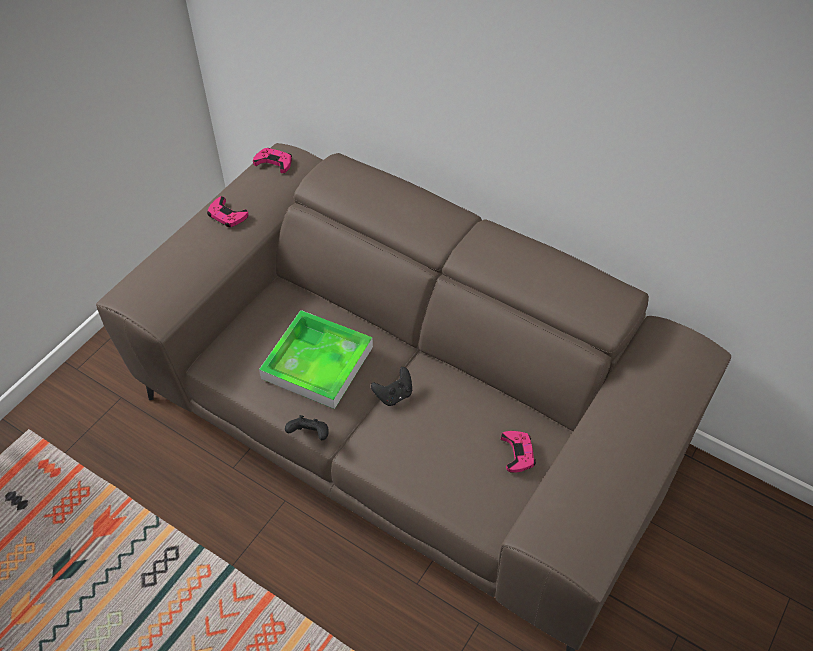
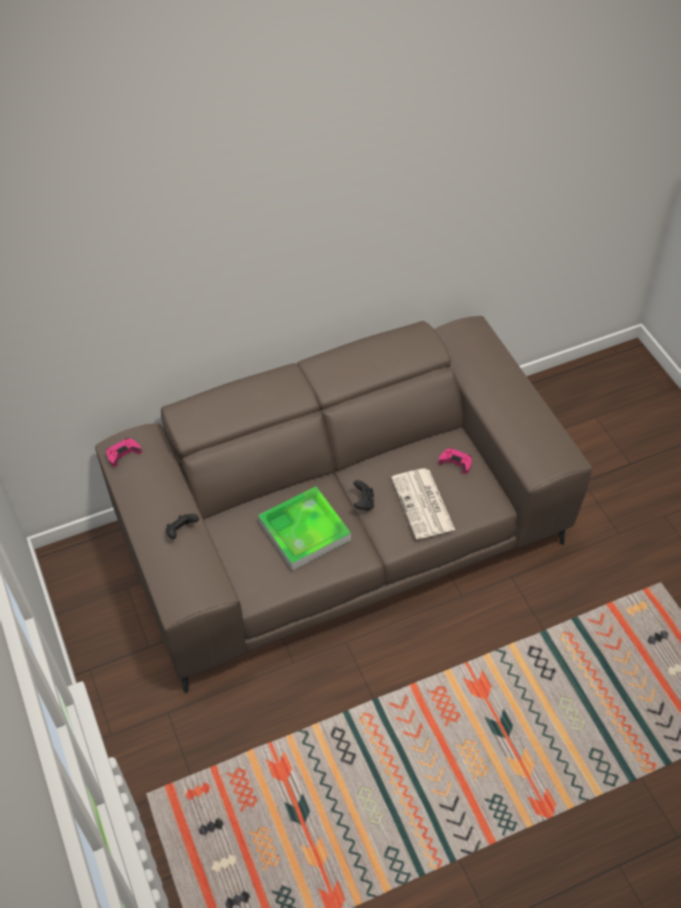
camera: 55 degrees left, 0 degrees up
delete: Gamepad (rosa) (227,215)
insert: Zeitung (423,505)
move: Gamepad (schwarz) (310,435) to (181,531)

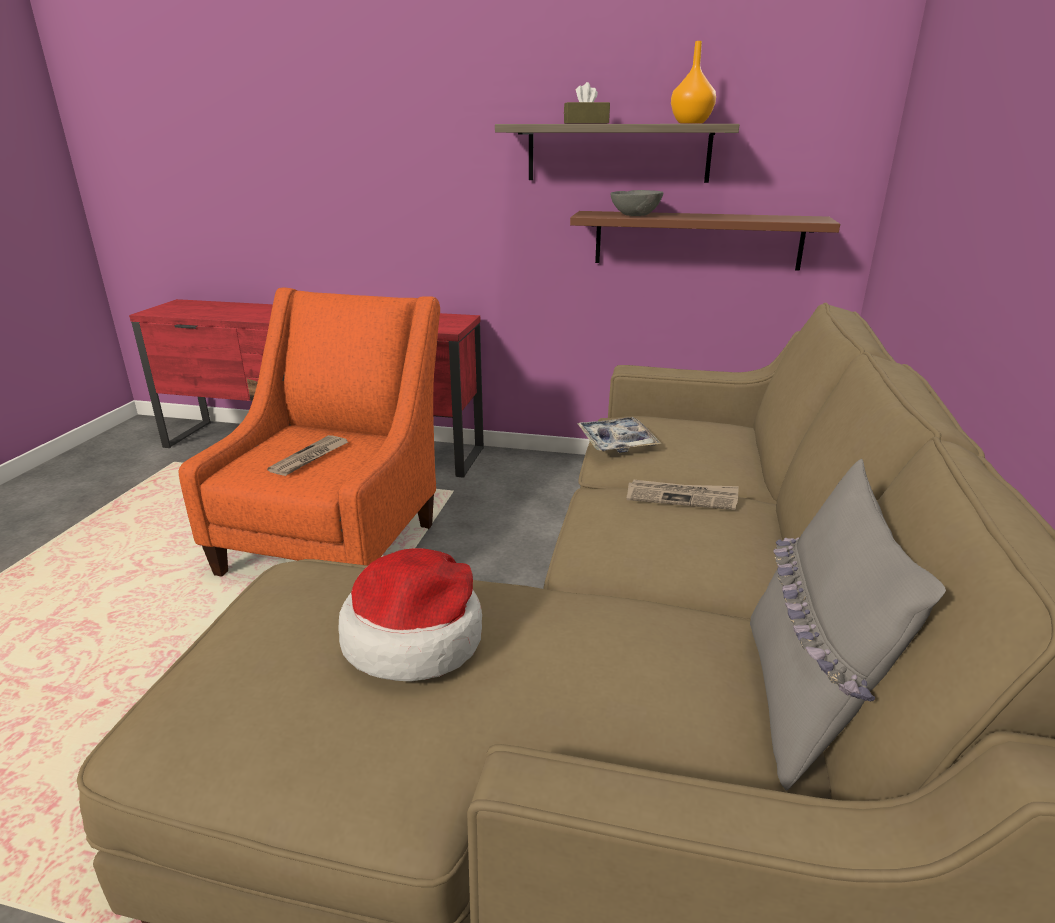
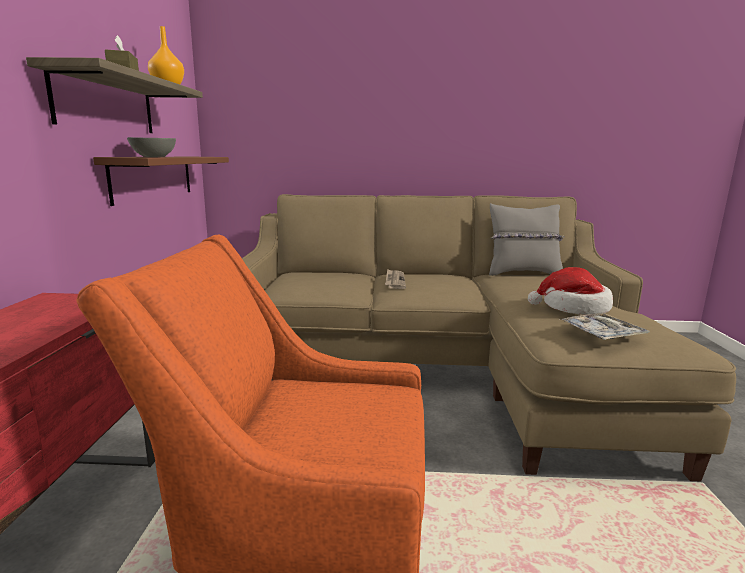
camera: 100 degrees left, 10 degrees down
delete: Zeitung (310,458)
move: Tablett (617,442) to (602,333)

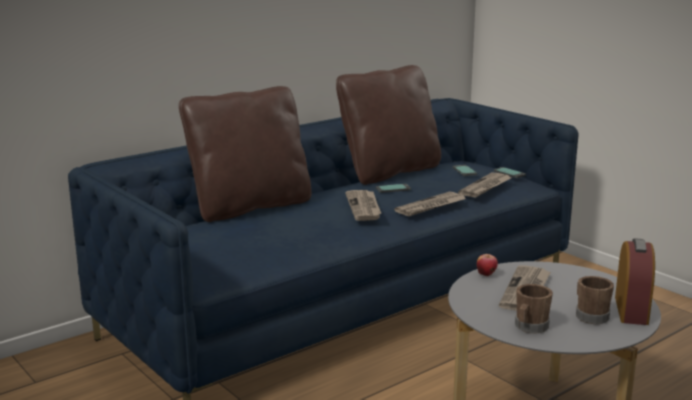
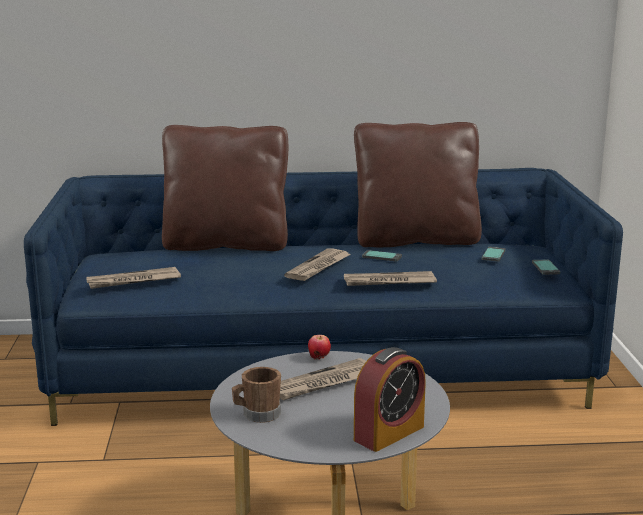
camera: 35 degrees right, 0 degrees up
delete: Henkelbecher (braun) (589,315)
move: Zeitung (485,187) to (133,281)

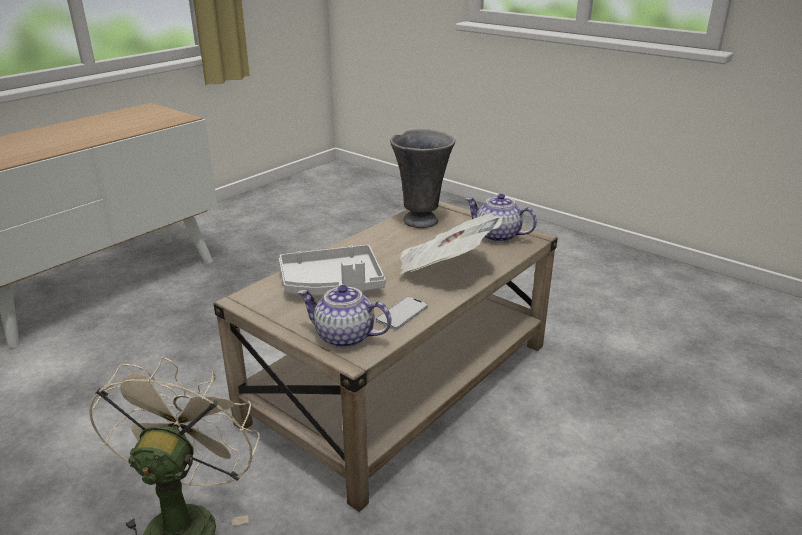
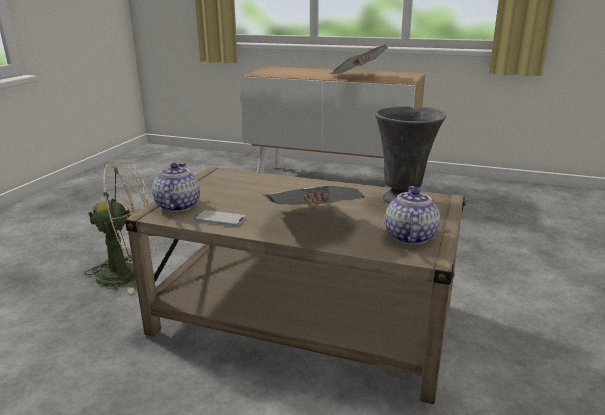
camera: 70 degrees right, 5 degrees down
delete: Tablett (grau) (332,284)
insert: Zeitung (357,76)

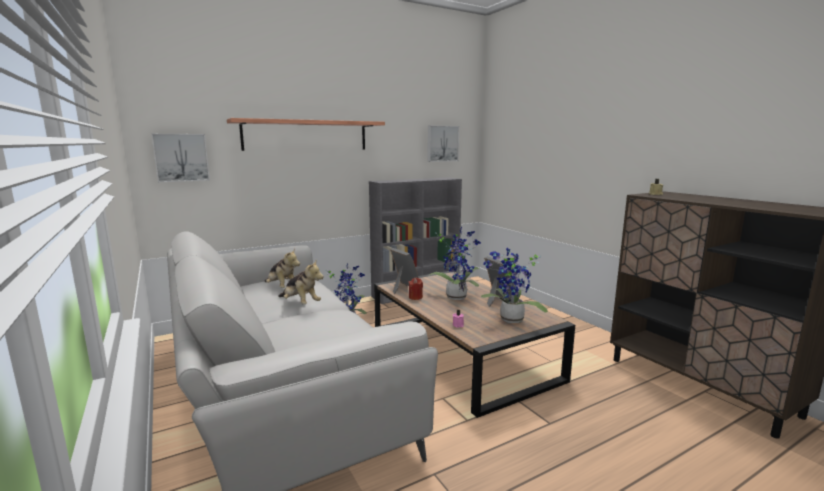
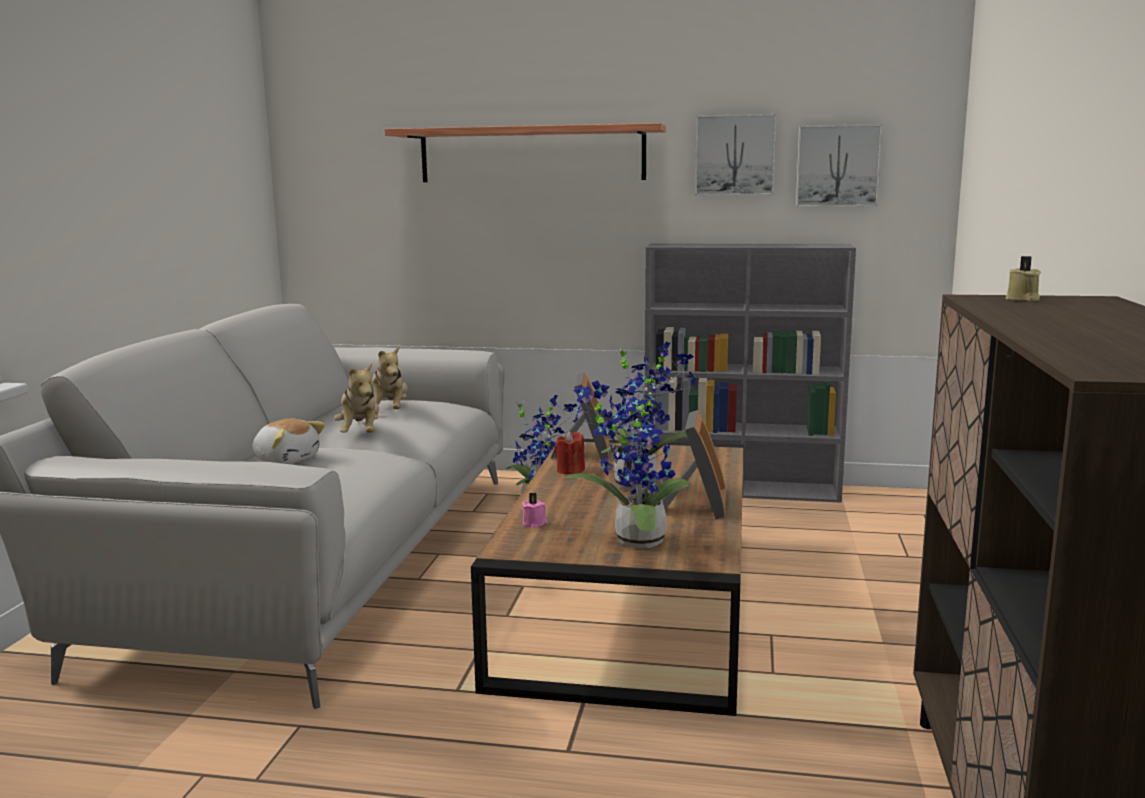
camera: 40 degrees right, 0 degrees up
insert: Plüschtier (287,460)
move: Bild (181,157) to (735,155)

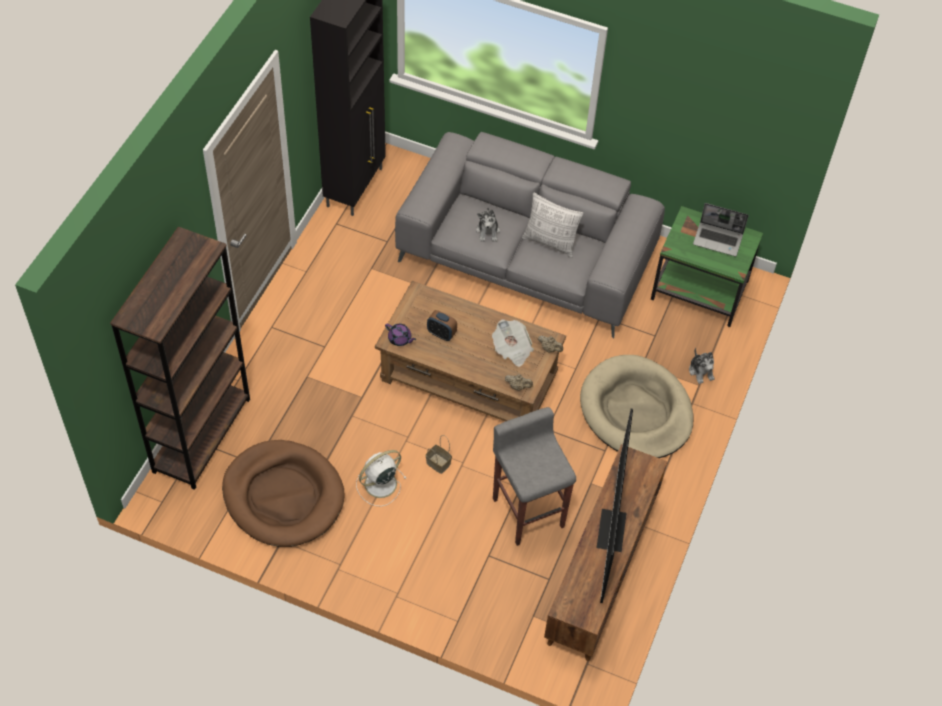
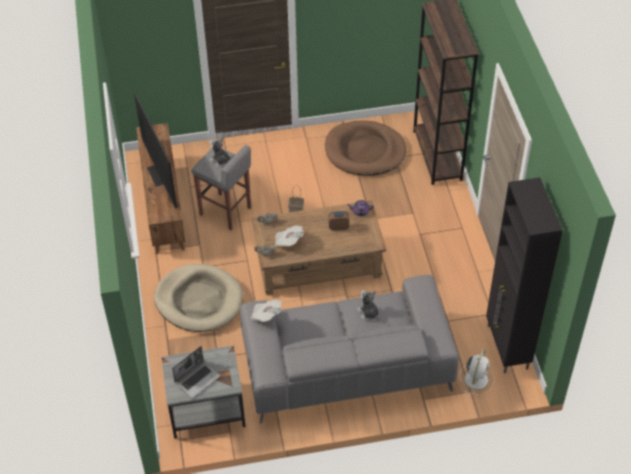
camera: 150 degrees right, 5 degrees down
delete: Kissen (550,242)
insert: Zeitung (266,315)
move: Ventilator (weiß) (379,484) to (476,378); Plüschtier (701,371) to (220,161)
recolor: Beistelltisch (grün) (700,290) to Beistelltisch (grau) (206,410)
rotate: Laptop (718,240) = (197,379) 150 degrees clockwise

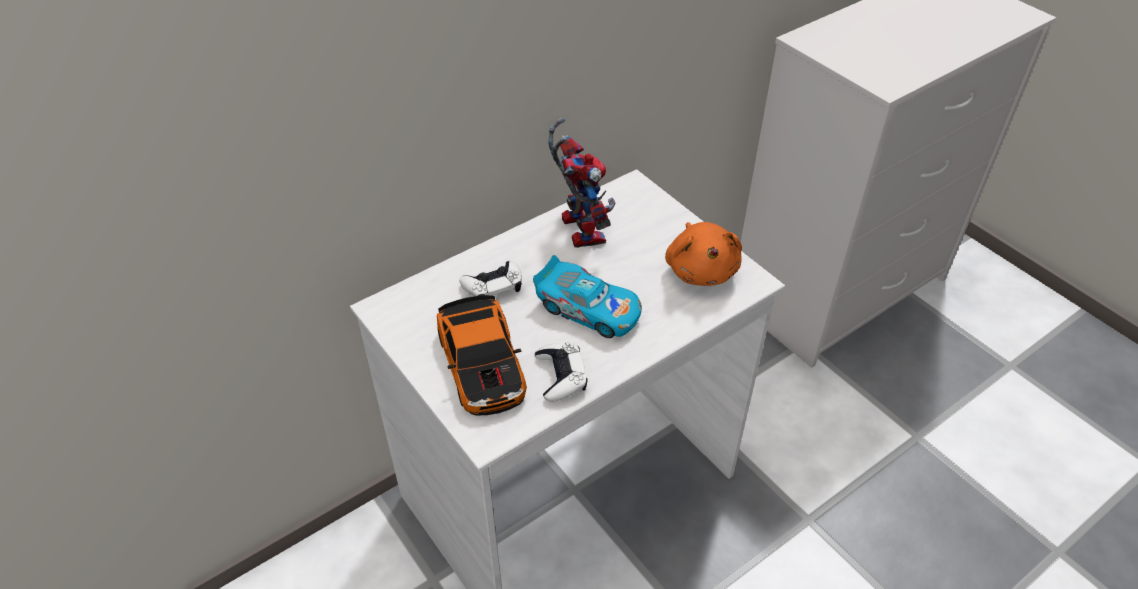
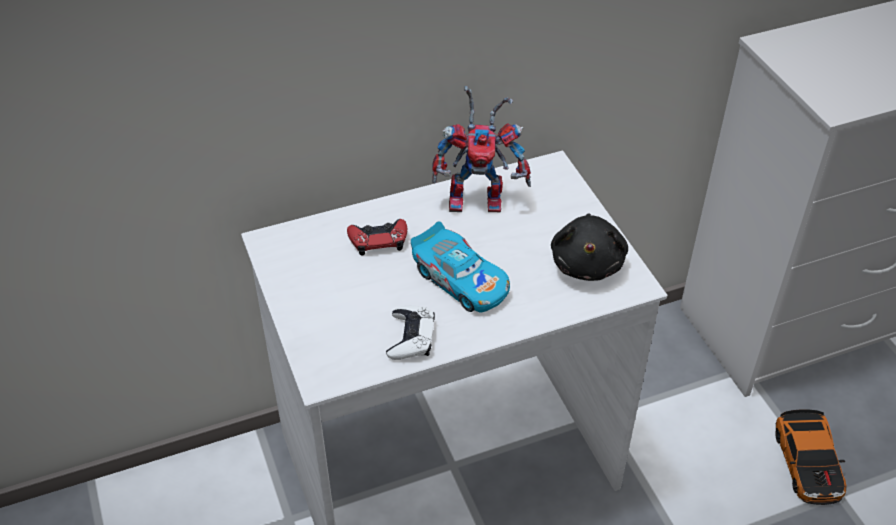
camera: 15 degrees right, 0 degrees up
move: Spielzeugauto (483,363) to (809,462)
recolor: Gamepad (weiß) (493,285) to Gamepad (rot) (378,240); Plüschtier (orange) (701,269) to Plüschtier (schwarz) (587,263)
rotate: Spielzeugroboter (577,227) = (480,198) 90 degrees clockwise

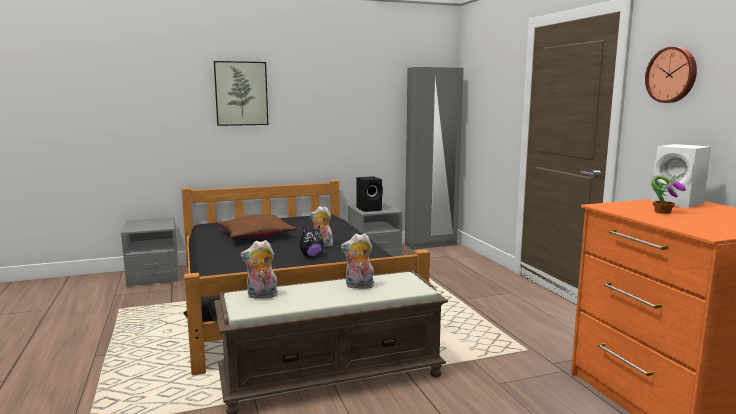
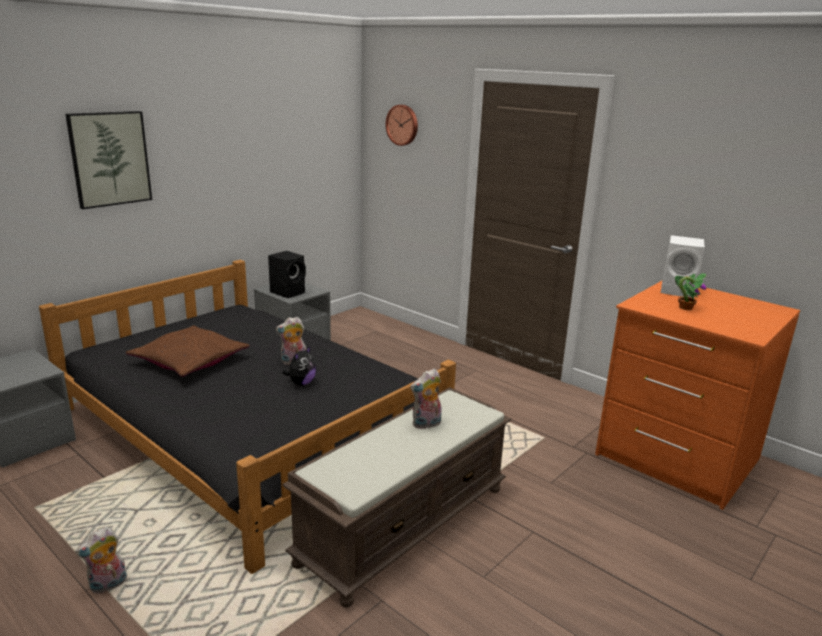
camera: 30 degrees left, 10 degrees up
delete: Kleiderschrank (grau) (431,245)
move: Plüschtier (261,296) to (108,586); Wanduhr (672,75) to (403,125)

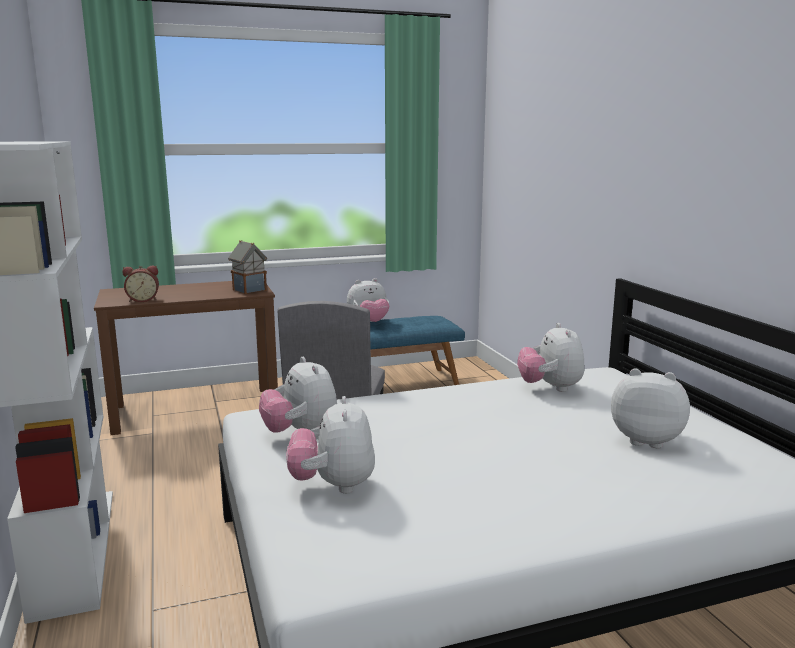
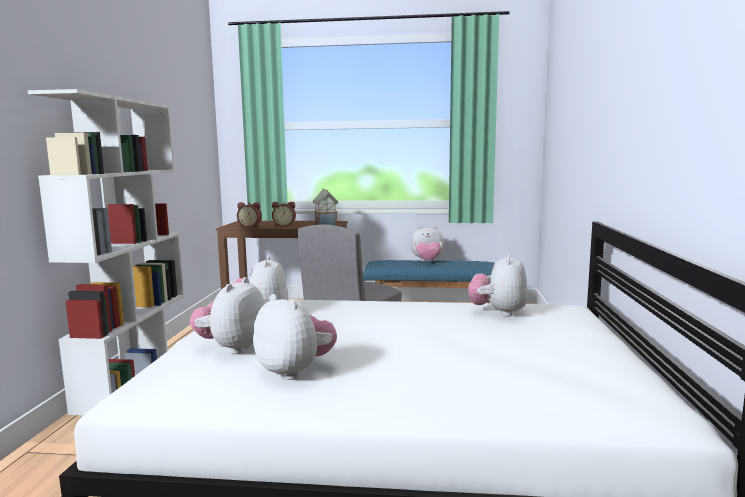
camera: 25 degrees right, 5 degrees down
insert: Wecker (284,226)
move: Plüschtier (646,440) to (295,371)

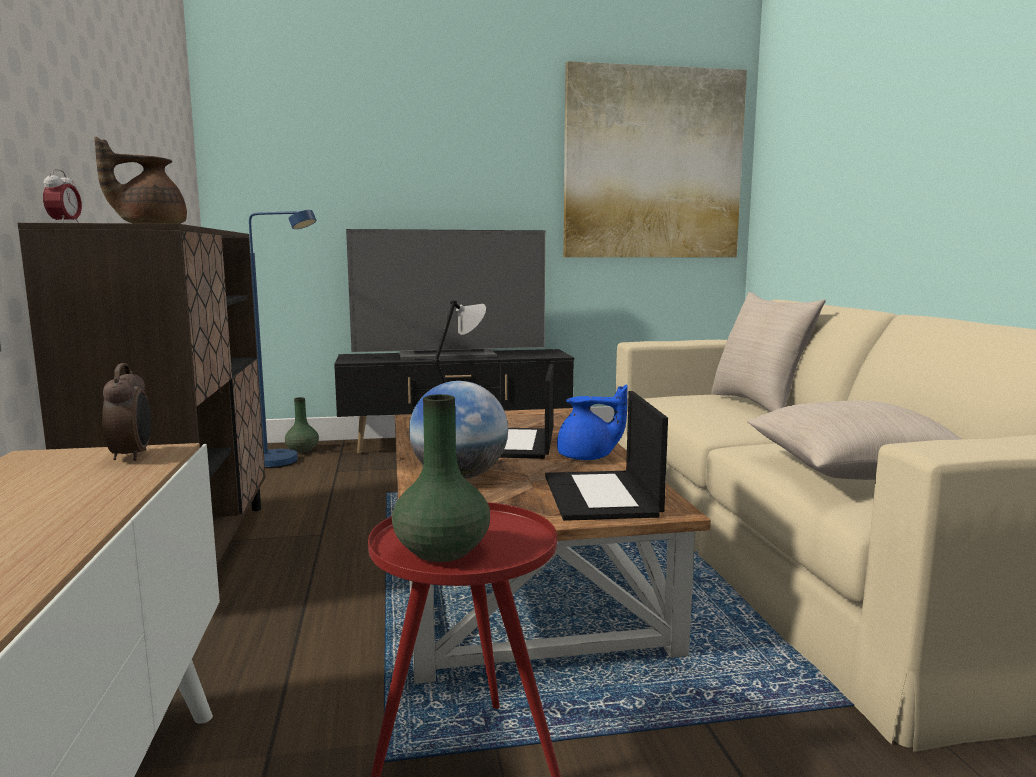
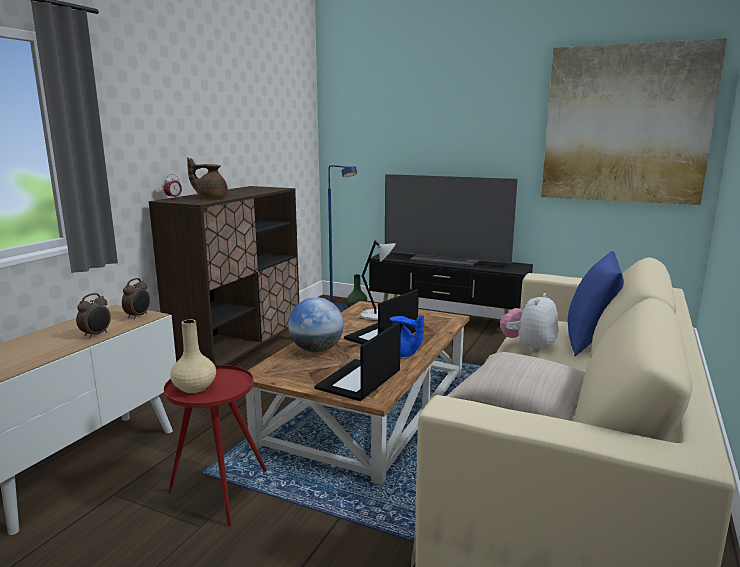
camera: 35 degrees right, 5 degrees up
insert: Wecker (96,335); Plüschtier (528,347)
recolor: Vase (grün) (440,551) to Vase (beige) (194,388); Kissen (beige) (759,404) to Kissen (blau) (589,341)

